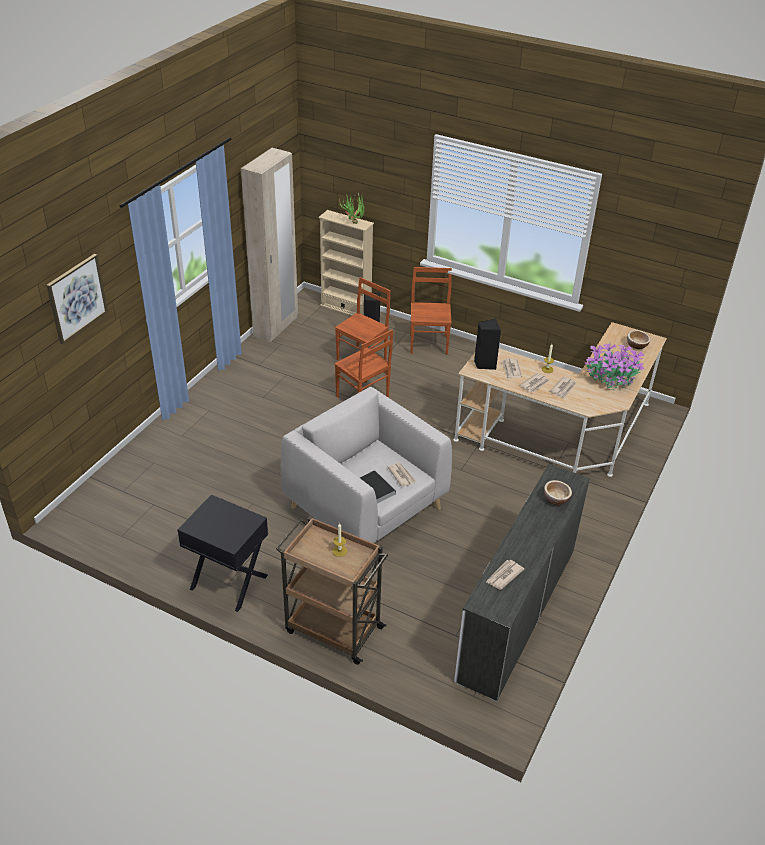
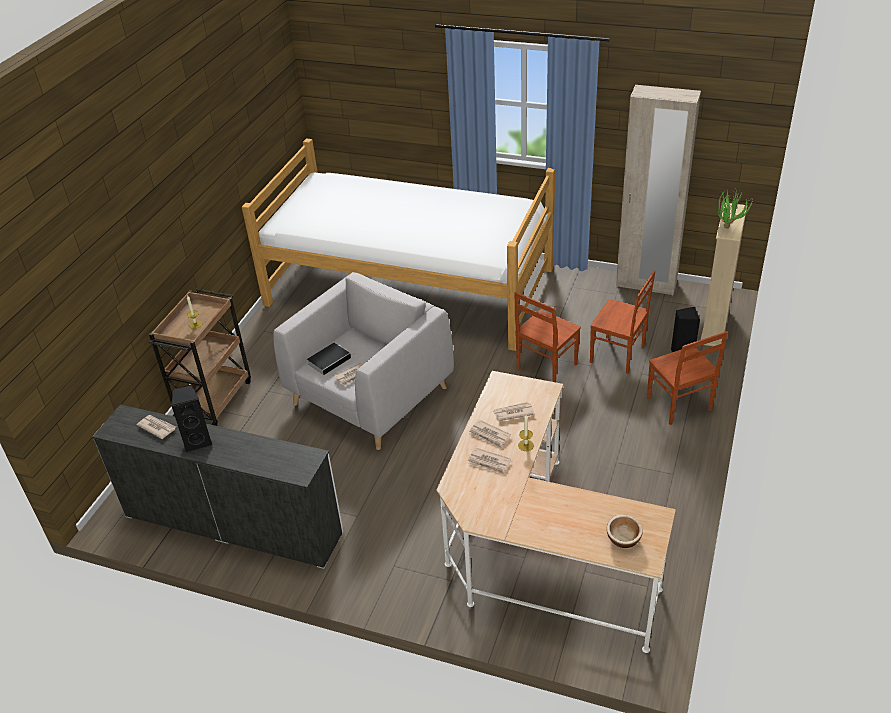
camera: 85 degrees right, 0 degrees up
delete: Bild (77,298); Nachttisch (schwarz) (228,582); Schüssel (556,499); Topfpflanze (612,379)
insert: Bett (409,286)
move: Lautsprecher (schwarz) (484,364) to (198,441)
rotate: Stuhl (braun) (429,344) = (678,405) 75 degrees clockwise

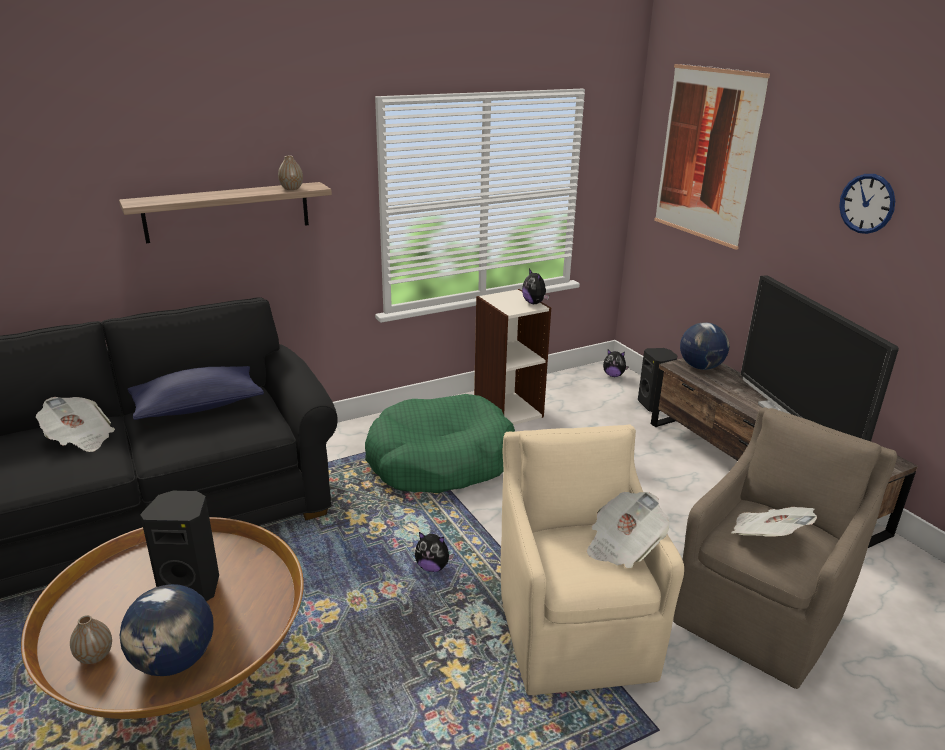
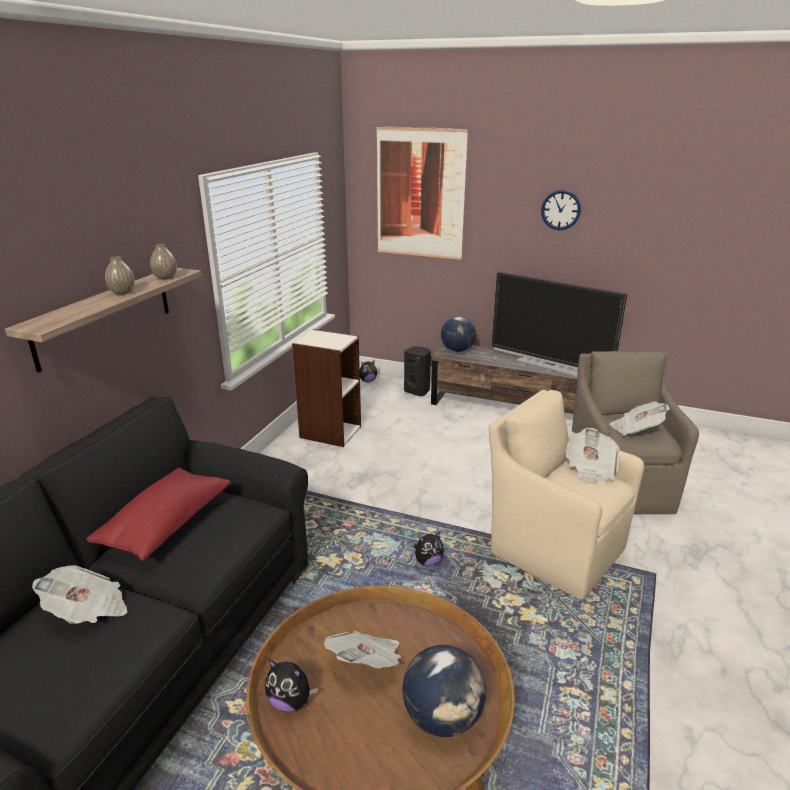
camera: 40 degrees left, 0 degrees up
delete: Hundebett (grün) (440,460)
move: Vase (95,656) to (122,292); Plüschtier (534,303) to (290,701)
replace: Lautsprecher (schwarz) (192,587) to Zeitung (367,663)
recolor: Kissen (blau) (198,407) to Kissen (rot) (166,525)

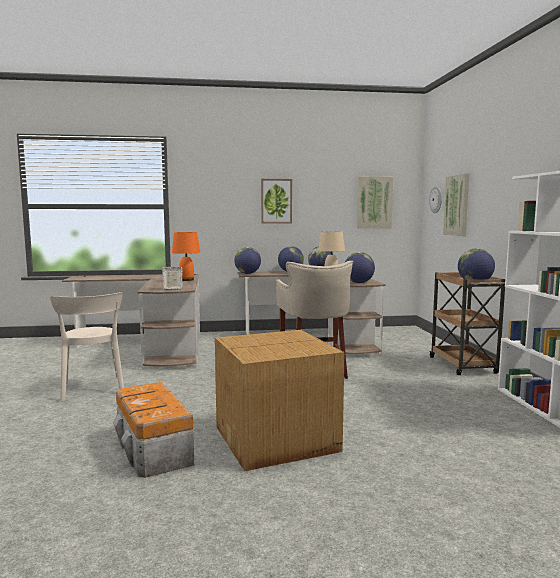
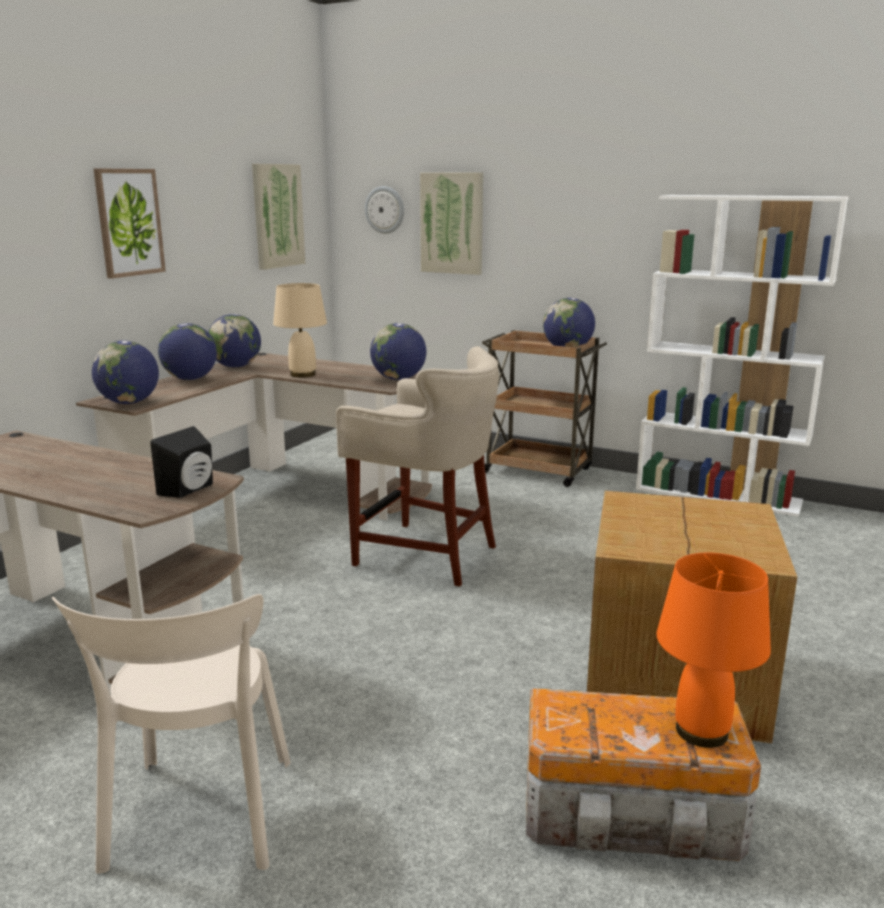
camera: 55 degrees left, 10 degrees up
move: Tischlampe (orange) (186,280) to (701,732)
replace: Bilderrahmen (172,289) to Lautsprecher (schwarz) (190,490)
rotate: Stuhl (beige) (92,389) = (199,820) 75 degrees clockwise

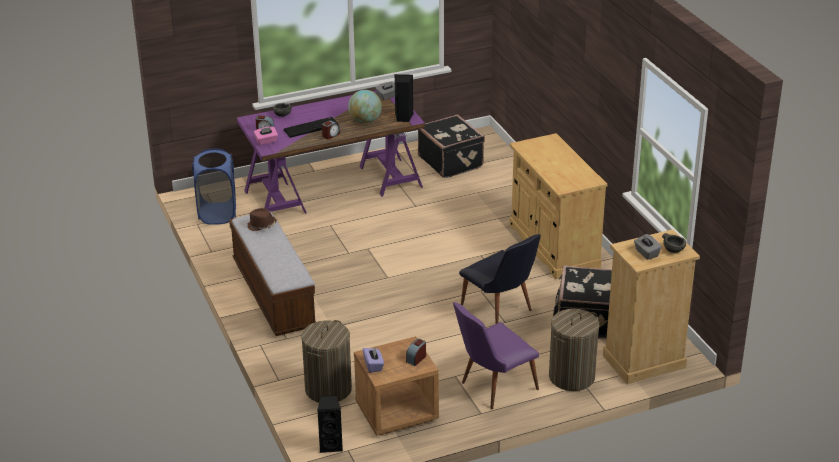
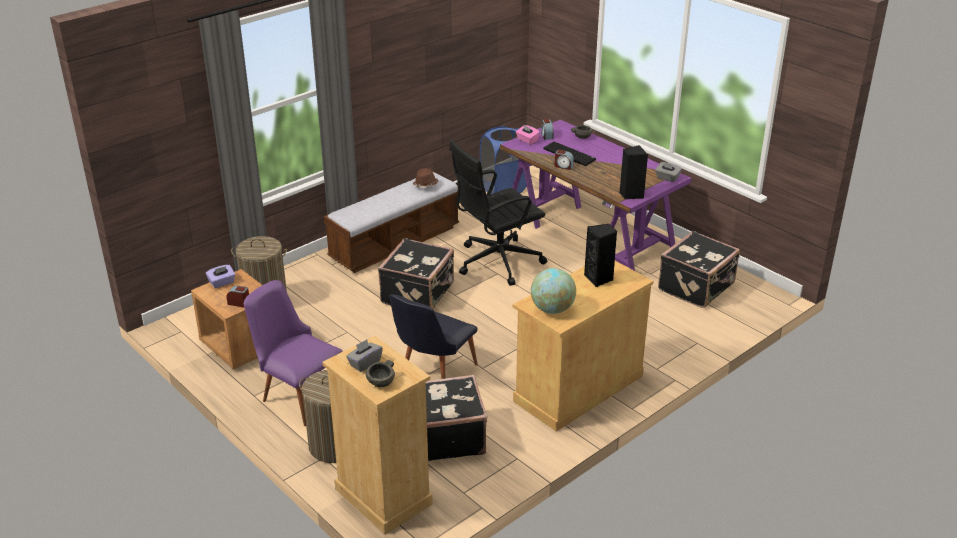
camera: 70 degrees right, 0 degrees up
insert: Koffer (schwarz) (419,293); Bürostuhl (schwarz) (496,262)
move: Lautsprecher (schwarz) (331,445) to (599,279); Globus (365,121) to (552,309)

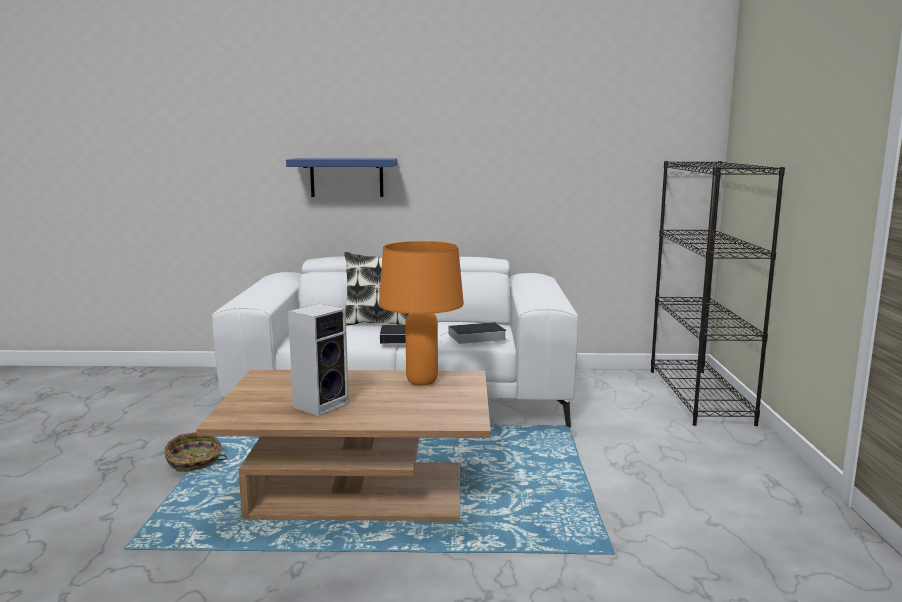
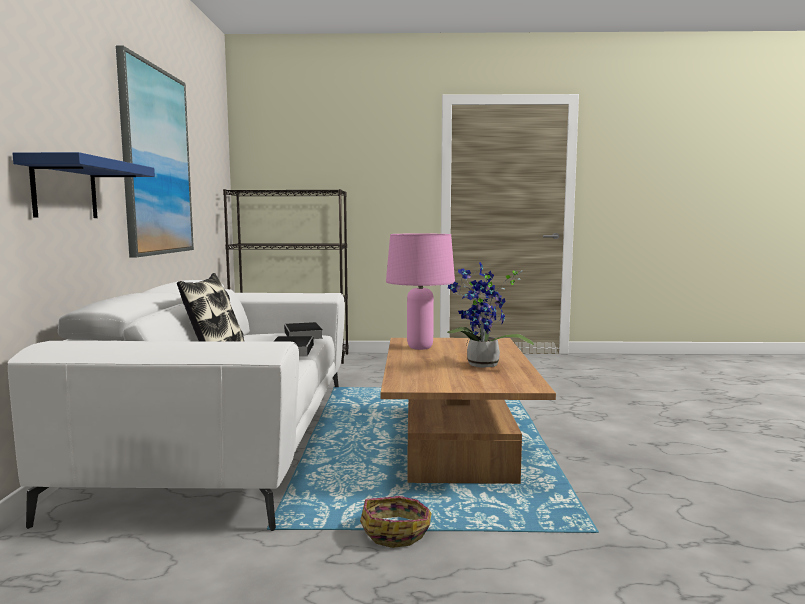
camera: 90 degrees left, 5 degrees down
insert: Bild (156,161)
replace: Lautsprecher (321,405) to Topfpflanze (481,366)
recolor: Tischlampe (orange) (421,382) to Tischlampe (rosa) (420,348)

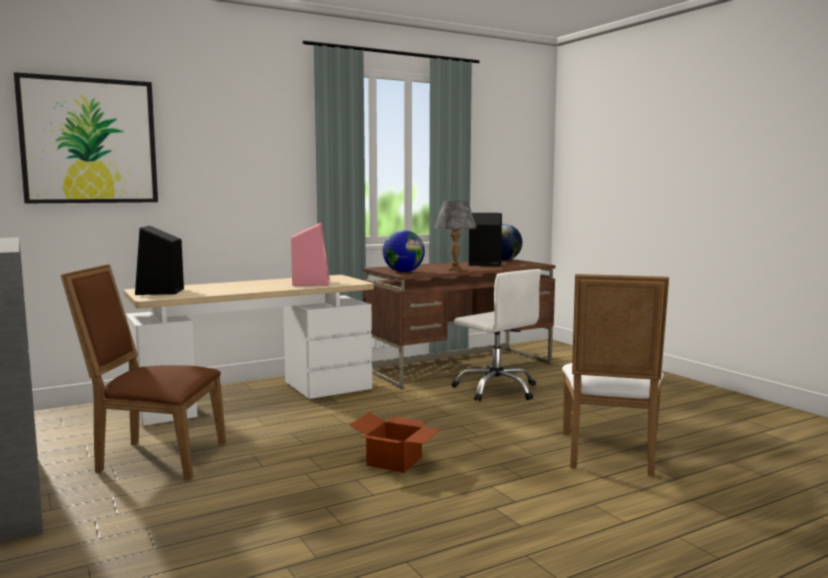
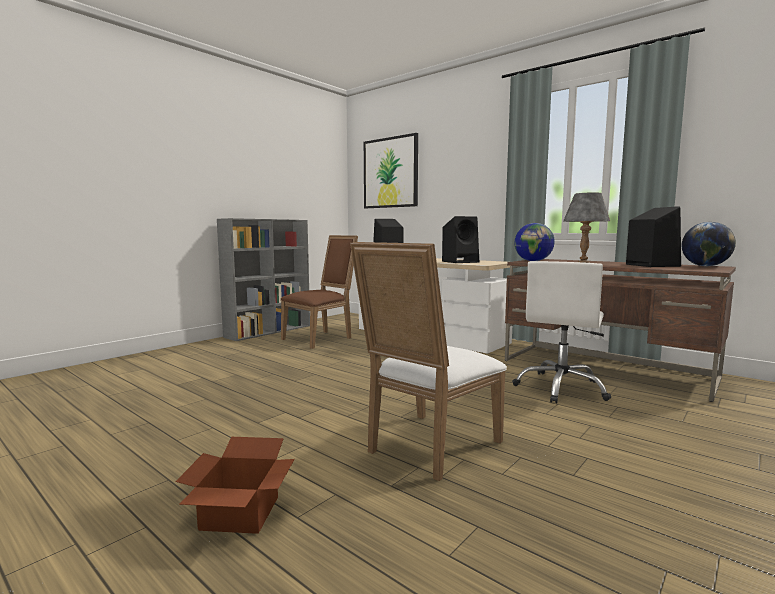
camera: 70 degrees right, 0 degrees up
move: Karton (395,462) to (238,514)
recolor: Lautsprecher (rosa) (311,283) to Lautsprecher (schwarz) (461,262)
rotate: Stuhl (braun) (155,458) = (321,338) 60 degrees clockwise; Stuhl (weiß) (610,455) = (427,448) 45 degrees counterclockwise

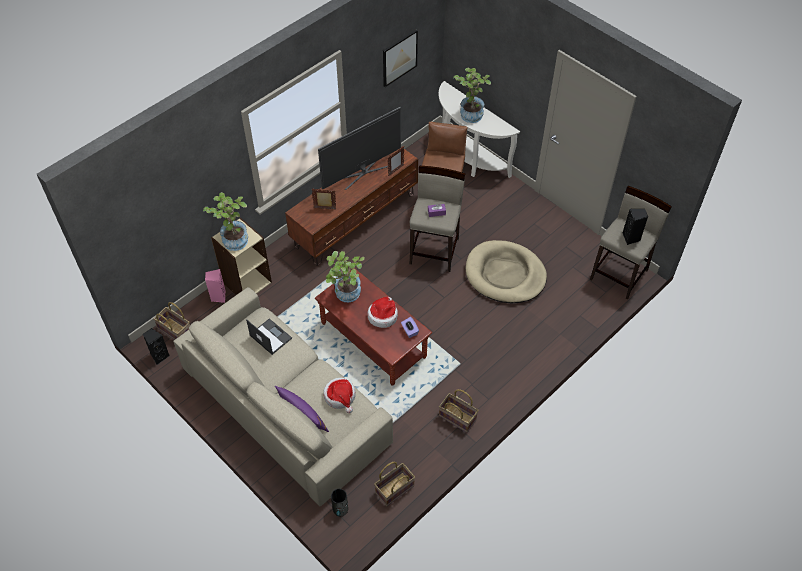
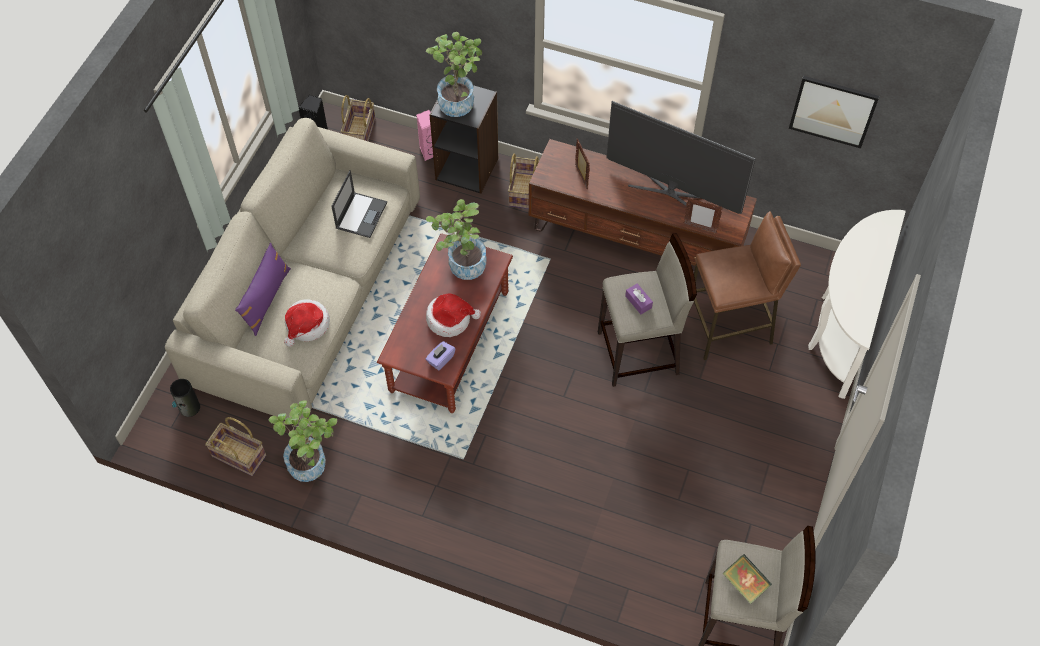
camera: 65 degrees right, 5 degrees up
delete: Hundebett (beige) (505,274)
move: Korb (458,417) to (524,191); Topfpflanze (470,112) to (312,461)
replace: Lautsprecher (schwarz) (631,238) to Buch (745,583)
recolor: Bücherregal (beige) (246,282) to Bücherregal (schwarz) (467,168)

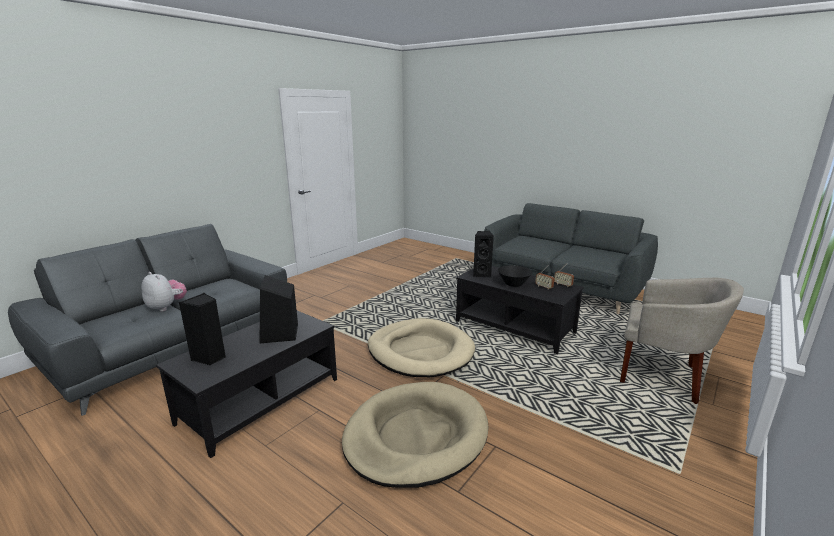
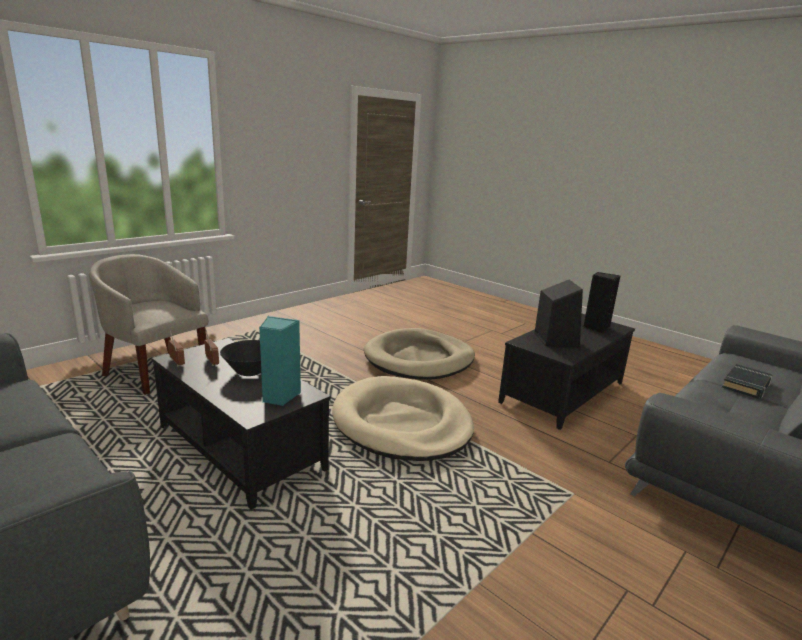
camera: 175 degrees left, 0 degrees up
replace: Plüschtier (166,307) to Buch (schwarz) (746,385)
recolor: Lautsprecher (schwarz) (482,274) to Lautsprecher (türkis) (279,396)

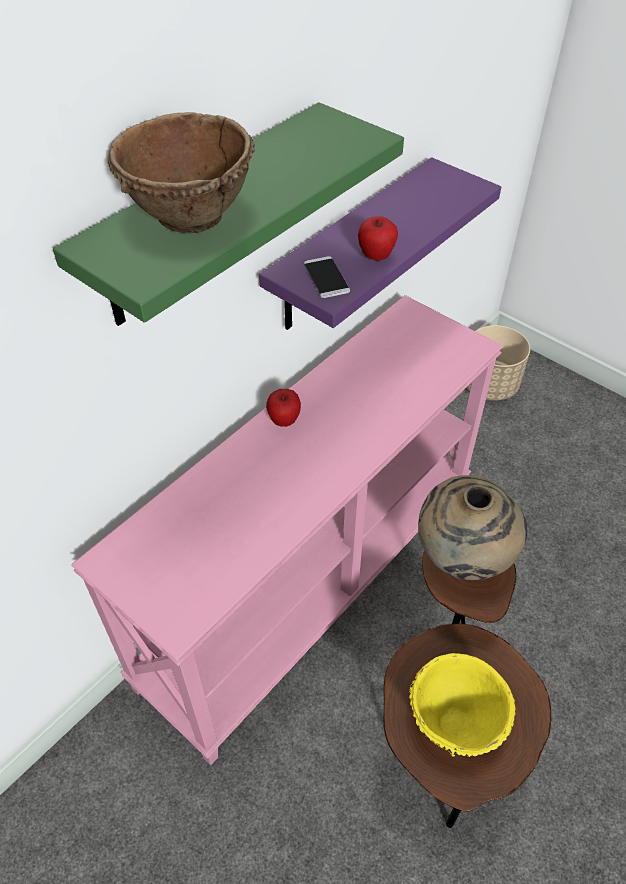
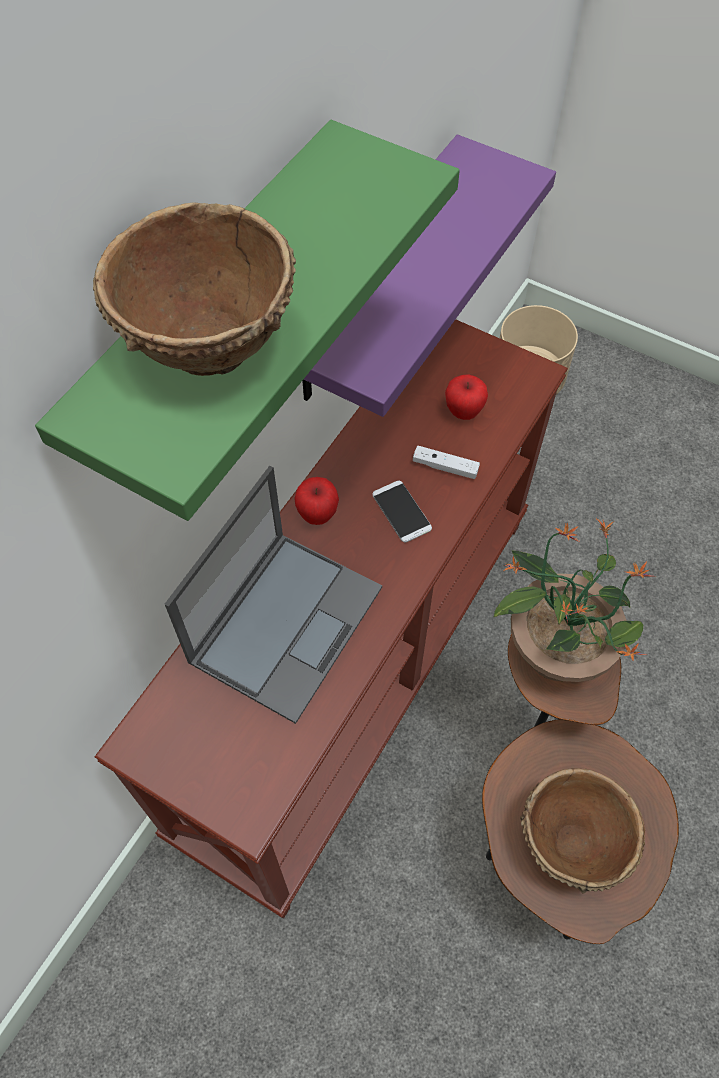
camera: 10 degrees left, 10 degrees up
insert: Laptop (287,622); Gamepad (weiß) (445,467)
move: Handy (326,278) to (401,511); Apfel (376,256) to (463,412)
replace: Vase (beige) (463,559) to Topfpflanze (555,648)
recolor: Konsolentisch (rosa) (311,579) to Konsolentisch (braun) (357,668); Schüssel (gelb) (454,721) to Schüssel (braun) (571,840)

